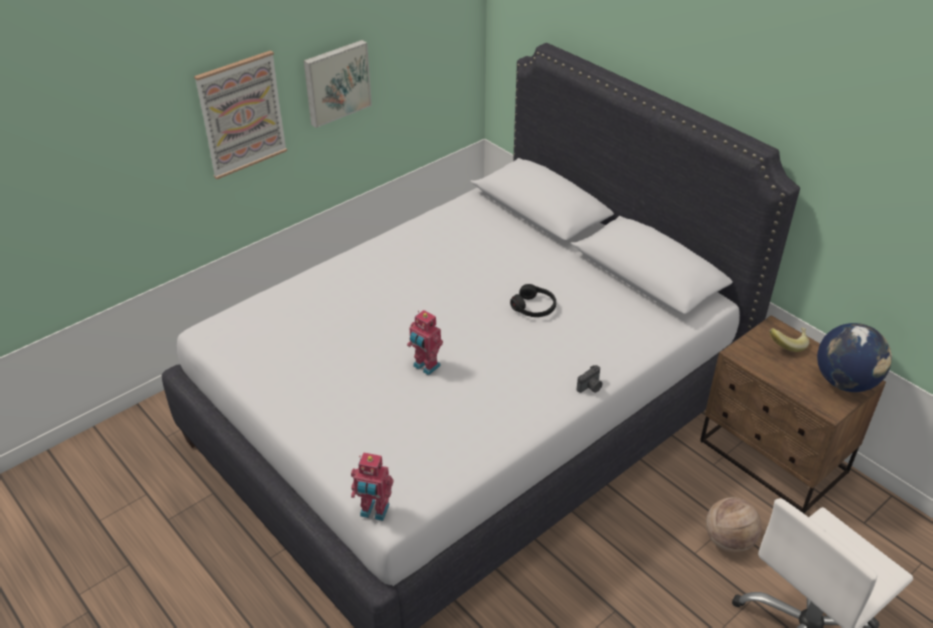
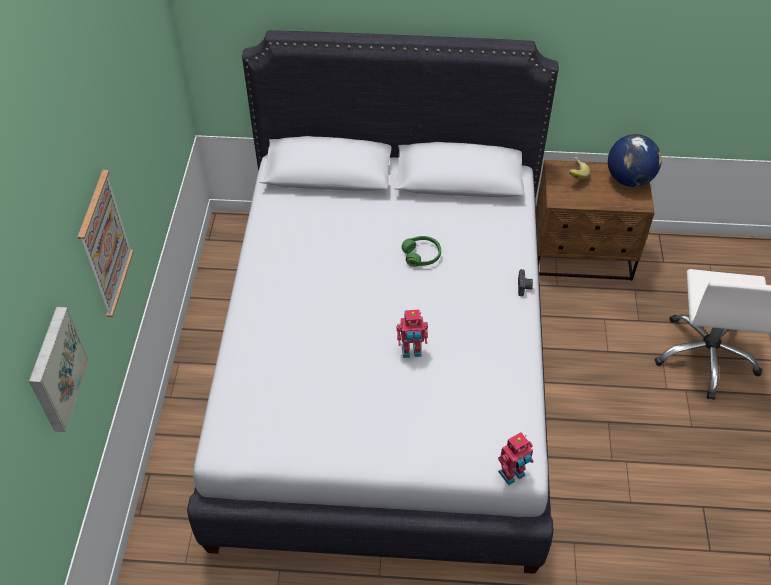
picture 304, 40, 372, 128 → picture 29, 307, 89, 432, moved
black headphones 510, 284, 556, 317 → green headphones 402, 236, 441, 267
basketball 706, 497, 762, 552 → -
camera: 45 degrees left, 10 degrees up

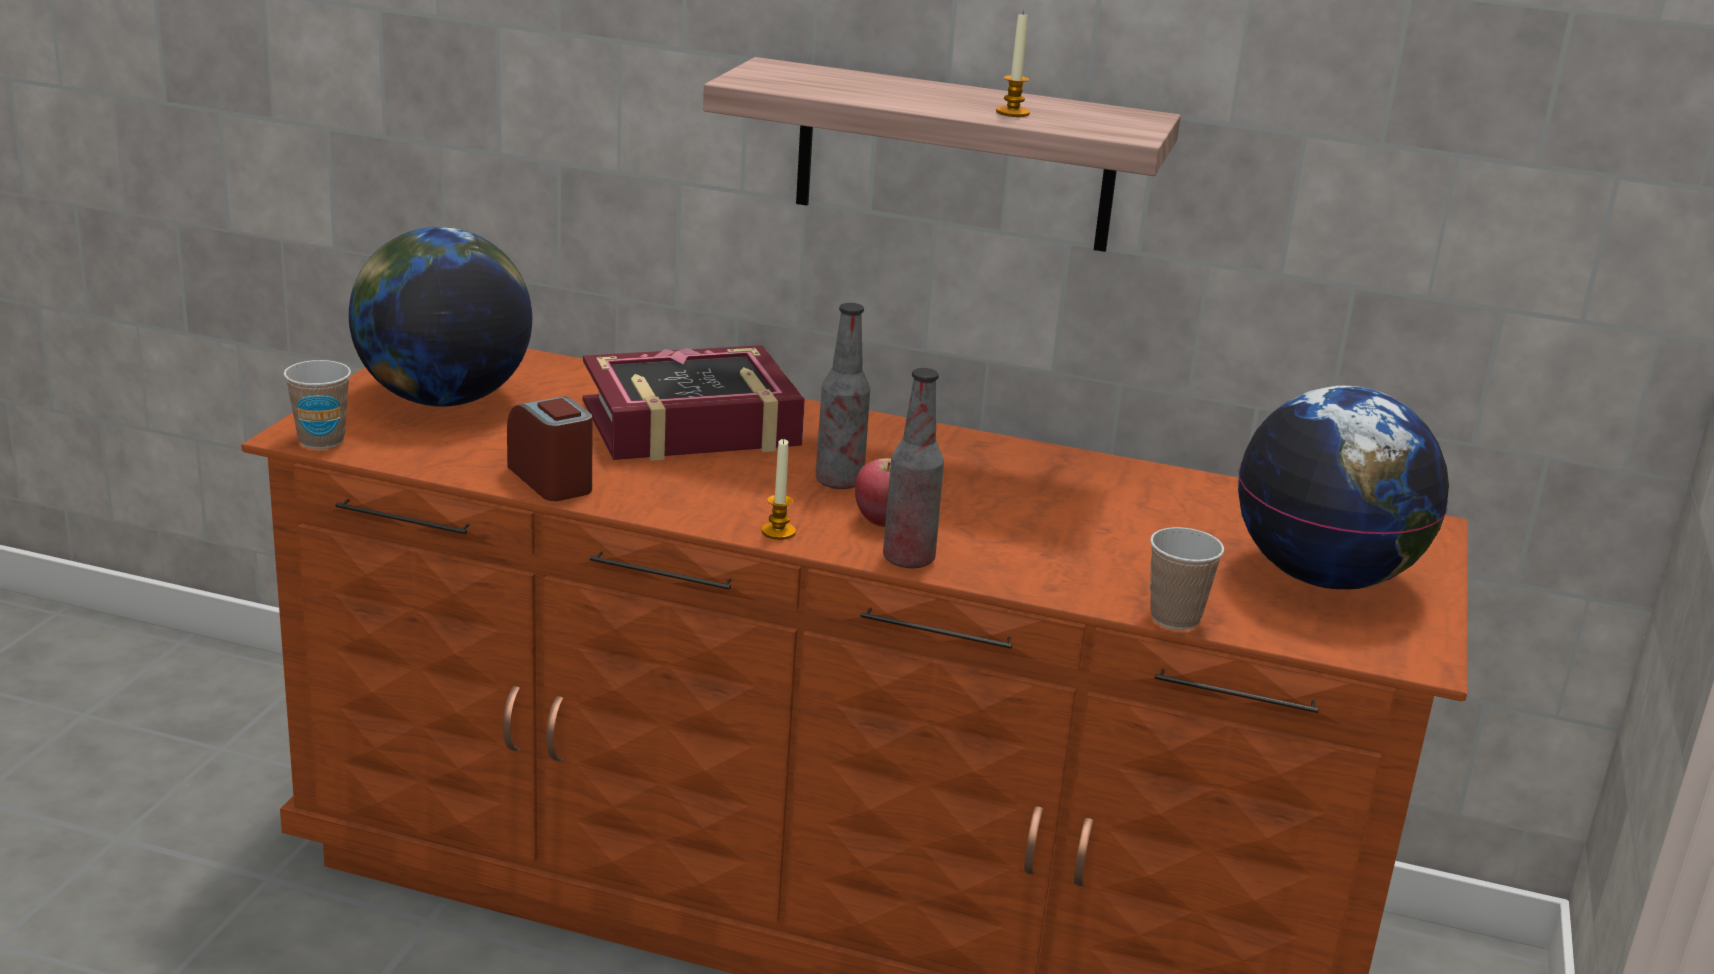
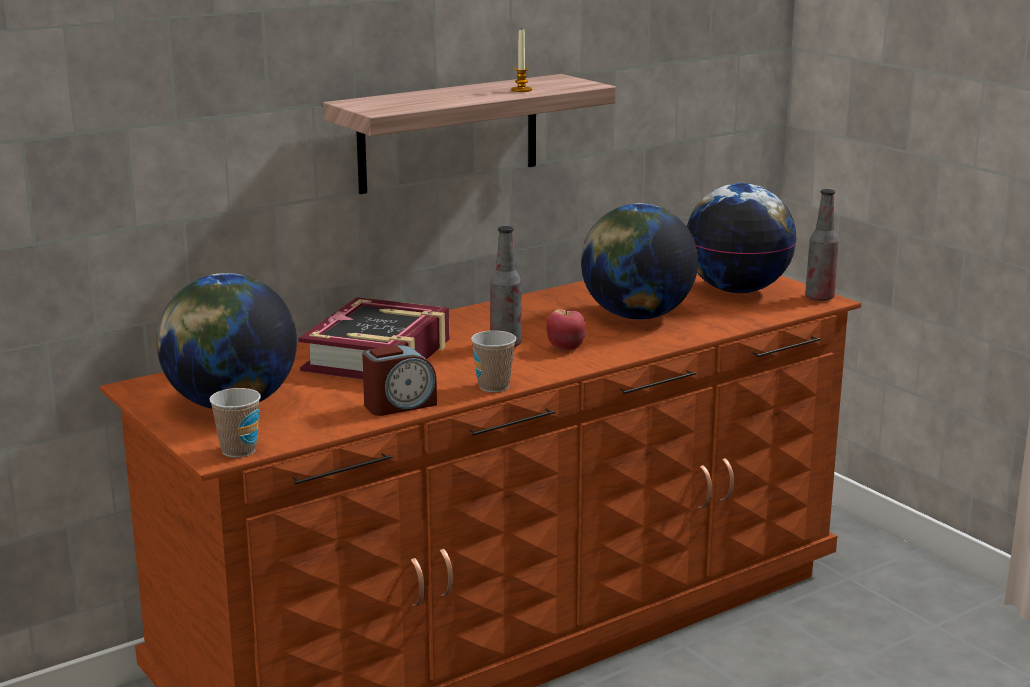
alarm clock 507, 396, 593, 501 → alarm clock 362, 345, 437, 416, 150 degrees clockwise
candle 761, 438, 796, 540 → -
bottle 883, 368, 944, 568 → bottle 805, 189, 839, 301, moved
cup 1150, 527, 1224, 630 → cup 471, 331, 516, 392, moved
- → globe 581, 203, 698, 320
camera: 50 degrees left, 5 degrees down

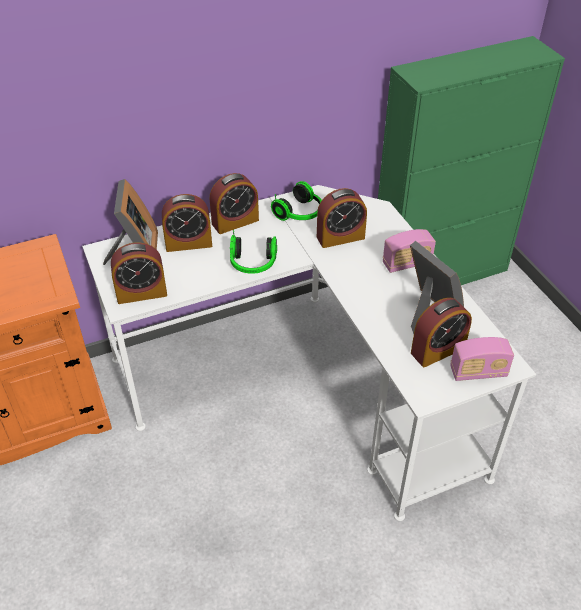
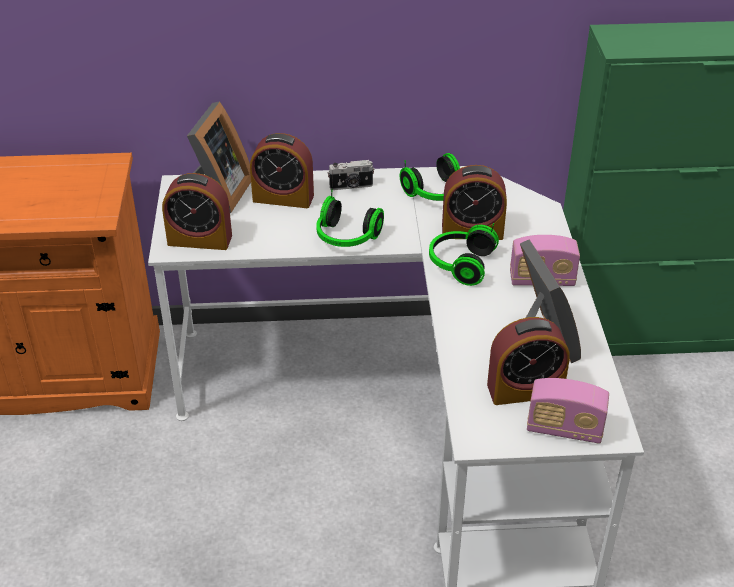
alarm clock 210, 173, 259, 234 → photo camera 328, 160, 375, 190
- → headphones 429, 223, 499, 286
camera: 20 degrees right, 5 degrees down

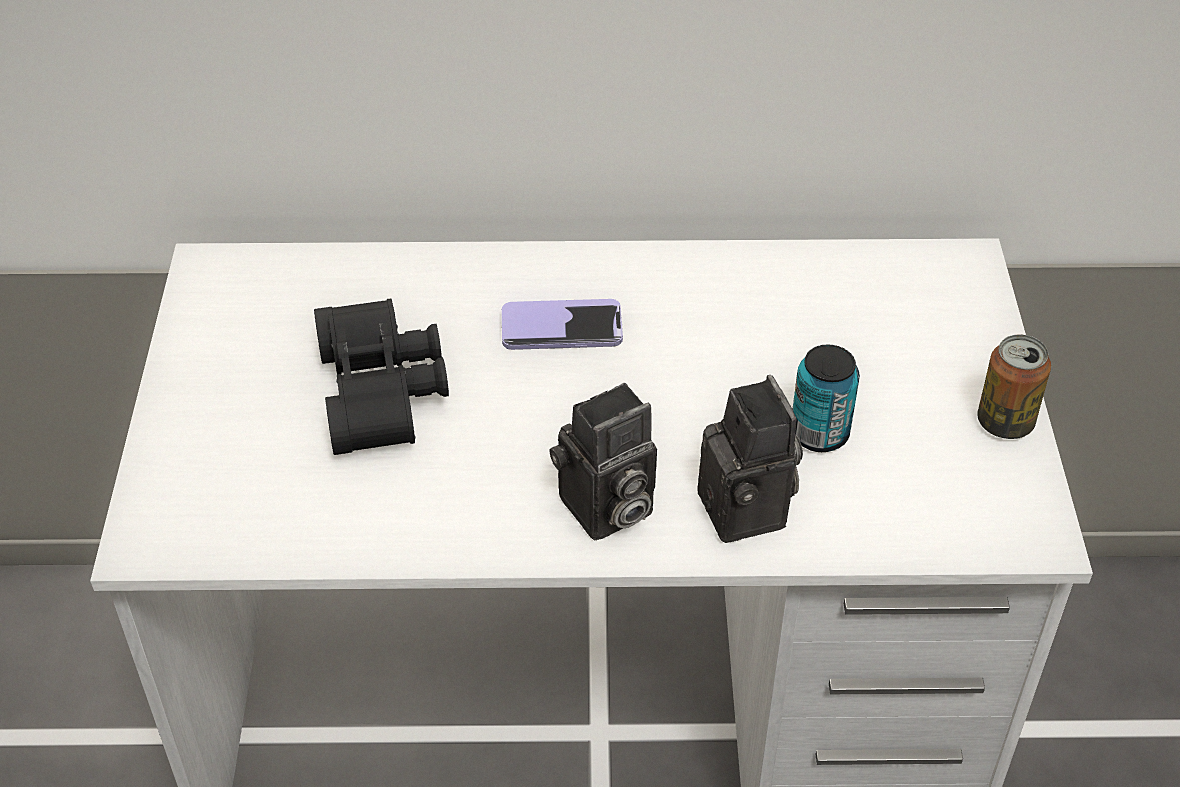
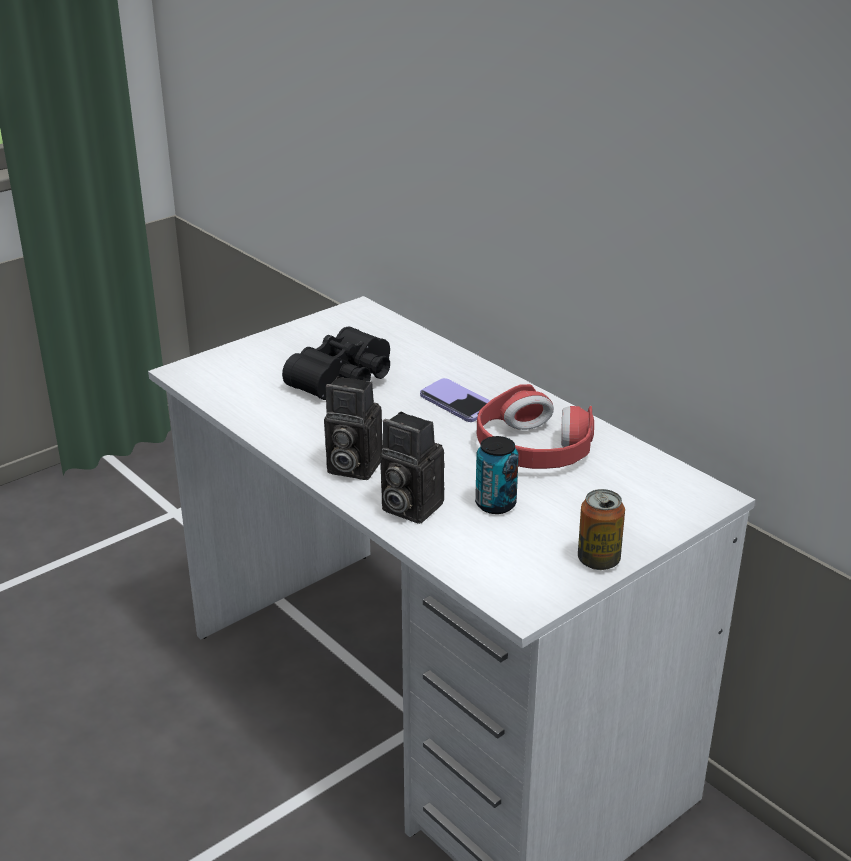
photo camera 697, 375, 803, 543 → photo camera 380, 412, 445, 524, 90 degrees clockwise
- → red headphones 477, 384, 594, 469
camera: 50 degrees right, 15 degrees down

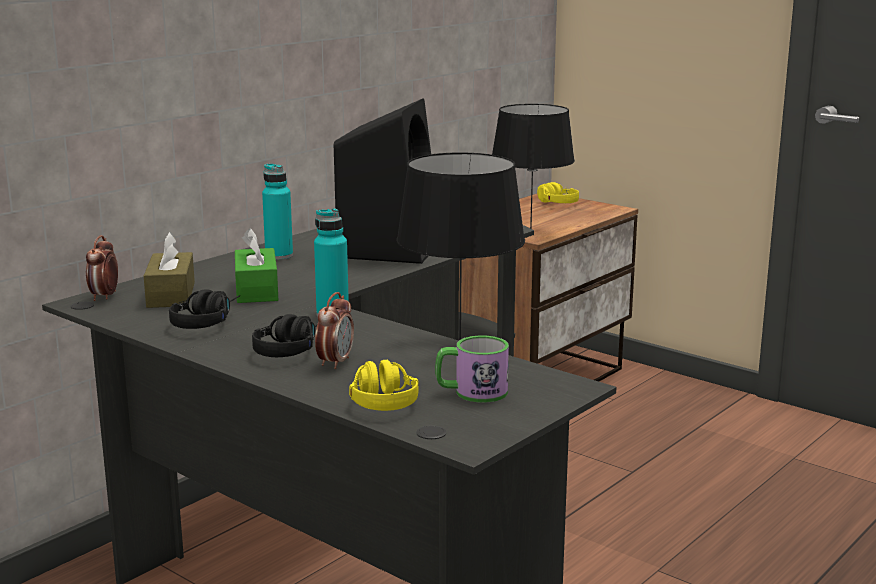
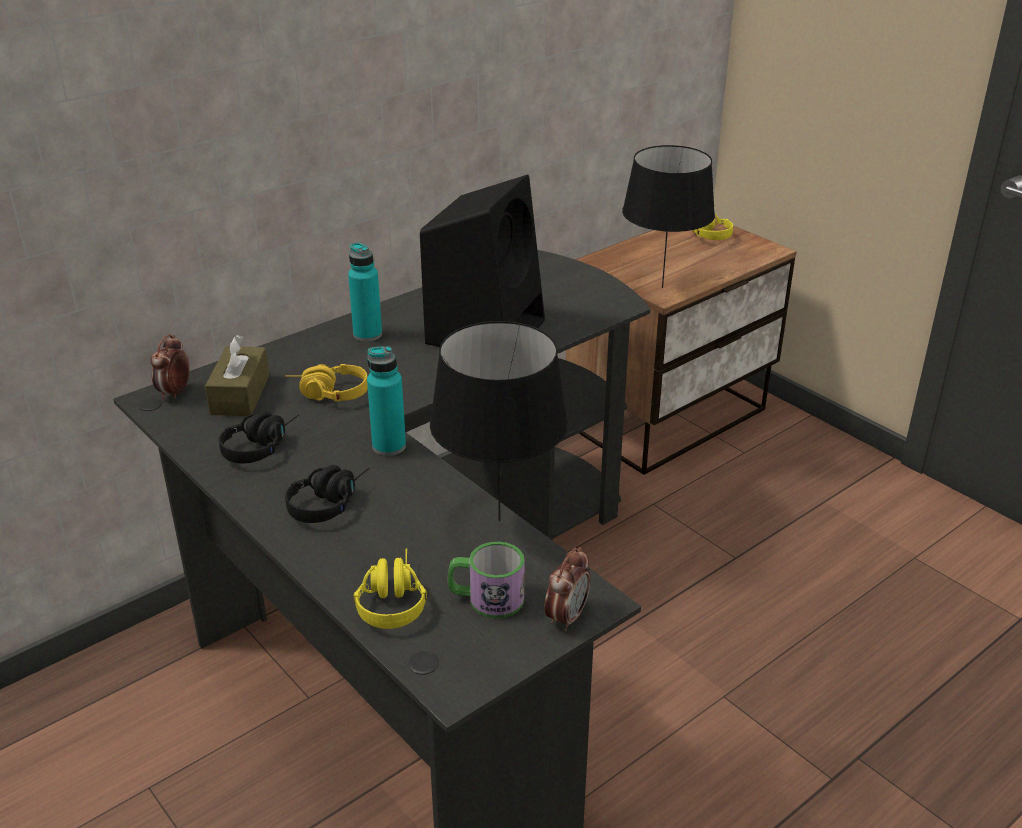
green tissue box 235, 228, 278, 303 → yellow headphones 285, 364, 368, 402
alarm clock 315, 292, 354, 369 → alarm clock 544, 547, 591, 632, moved
camera: 10 degrees right, 15 degrees up

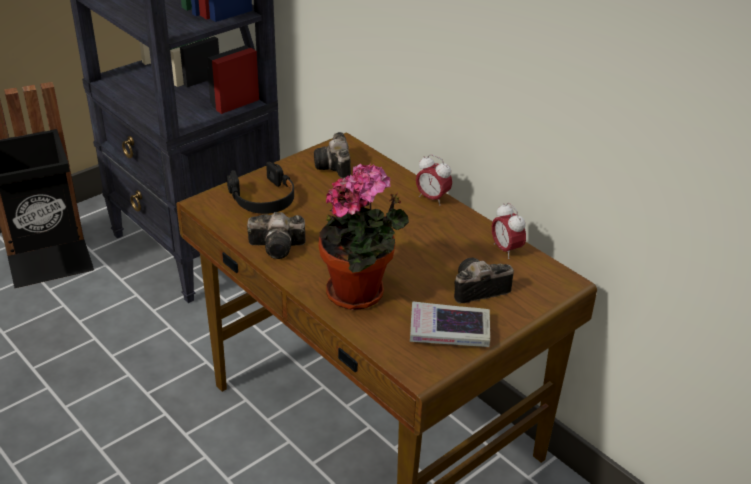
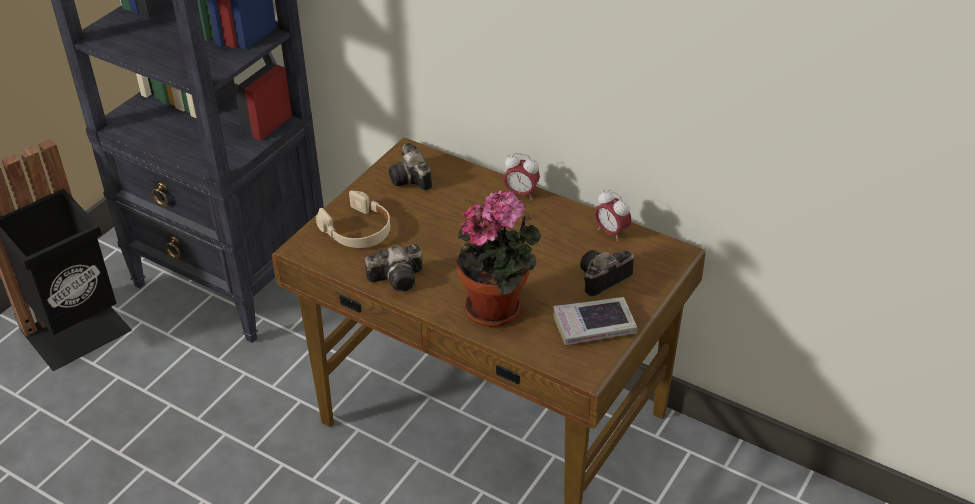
black headphones 227, 162, 294, 214 → beige headphones 316, 190, 390, 248
camera: 15 degrees left, 5 degrees up

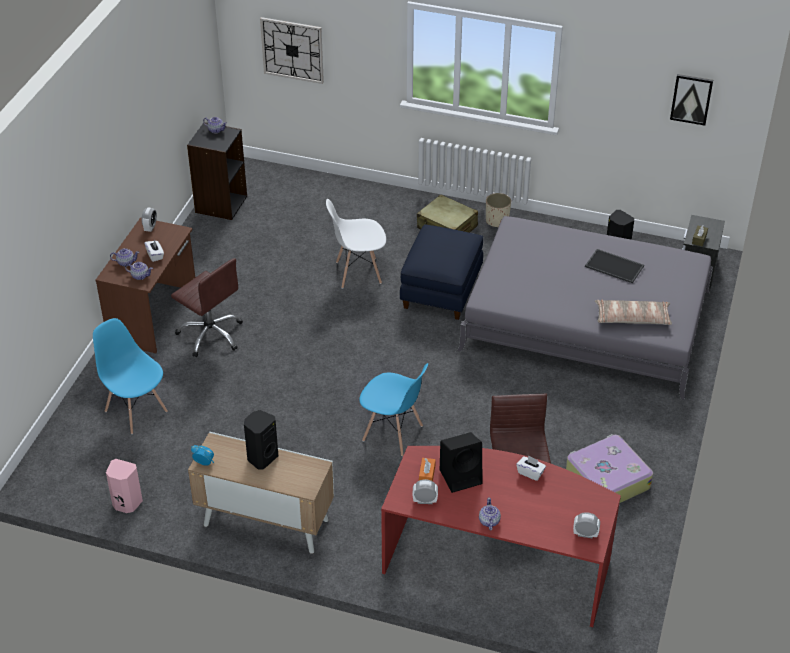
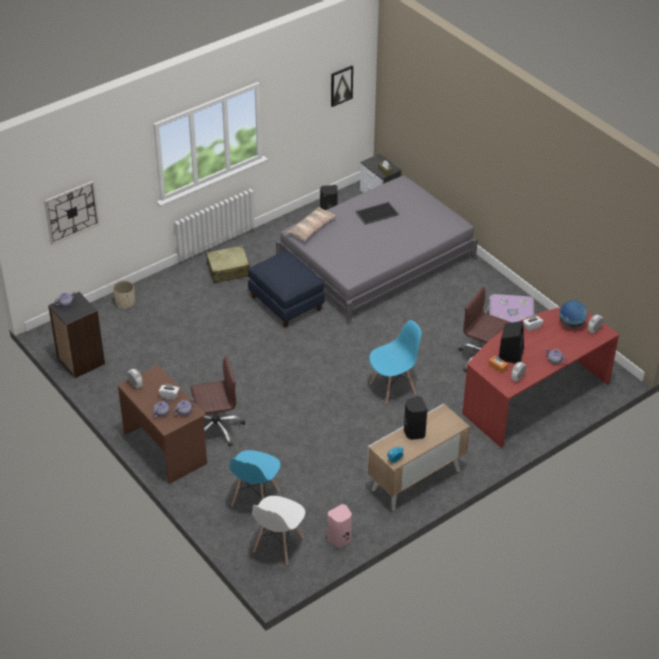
blue chair 93, 318, 168, 434 → blue chair 229, 450, 281, 506, 60 degrees counterclockwise
white chair 326, 199, 386, 289 → white chair 252, 496, 305, 565, moved
beige planter 486, 193, 511, 227 → beige planter 113, 281, 135, 309, moved
pillow 595, 300, 672, 325 → pillow 286, 207, 336, 241, moved
- → globe 559, 300, 587, 328
camera: 55 degrees left, 0 degrees up

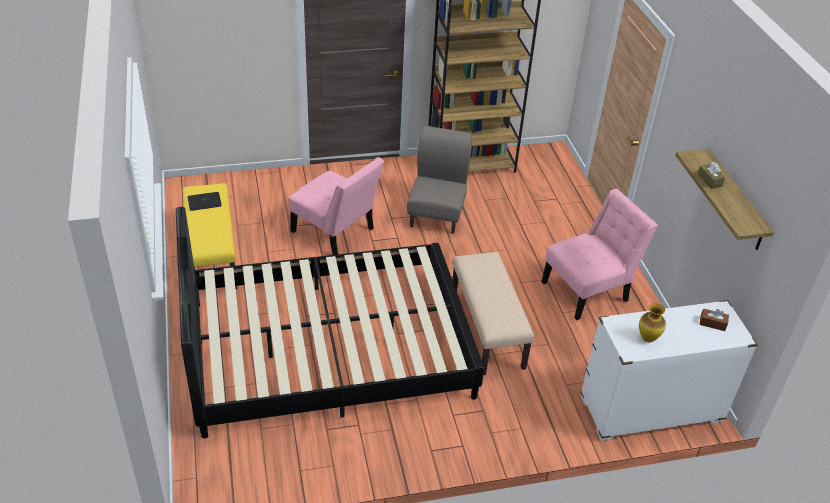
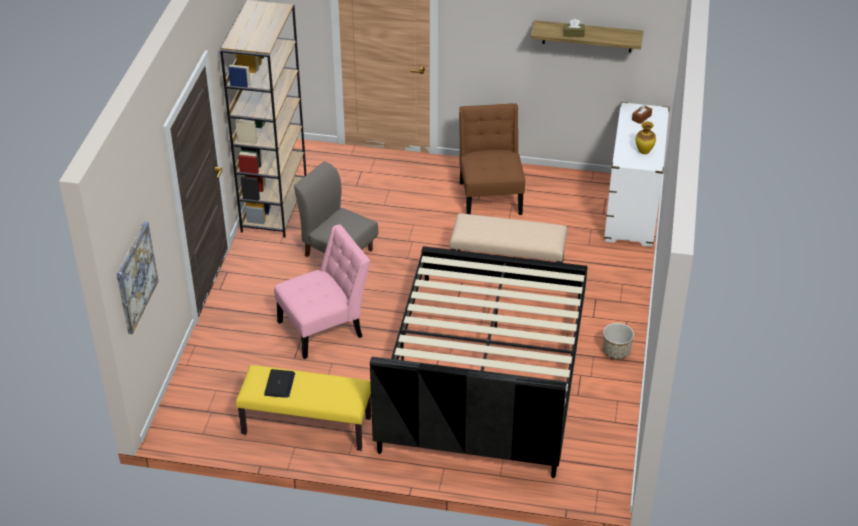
pink chair 541, 189, 658, 320 → brown chair 459, 103, 525, 215
- → picture 116, 221, 158, 334
- → planter 603, 323, 634, 359
camera: 65 degrees left, 0 degrees up

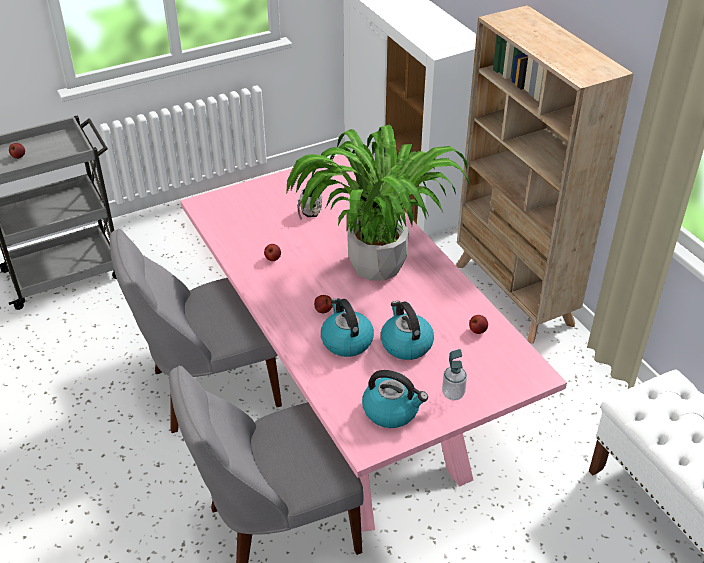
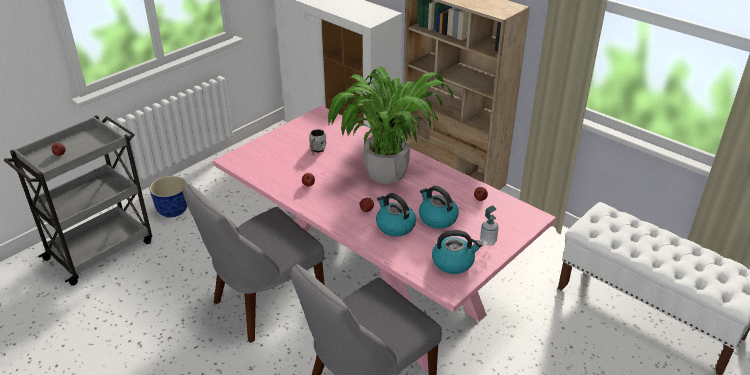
- → planter 149, 176, 187, 217
camera: 20 degrees left, 5 degrees down

